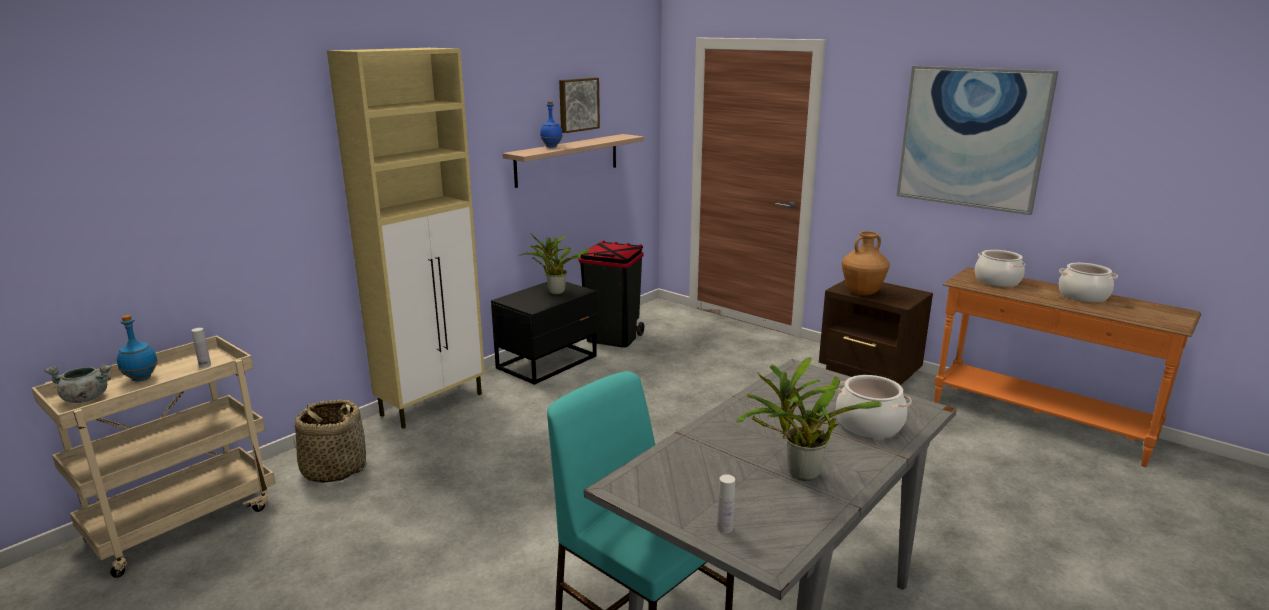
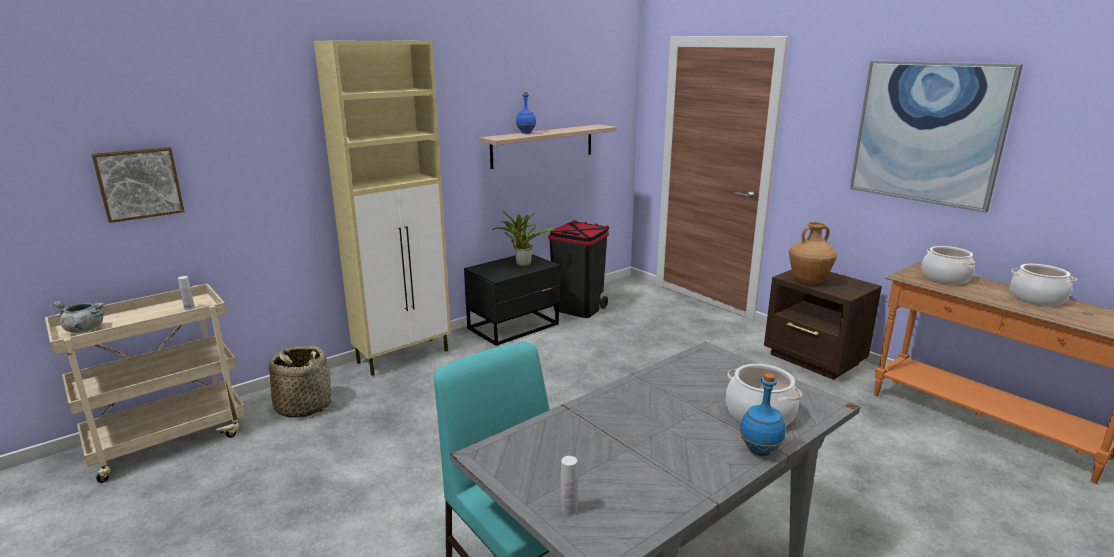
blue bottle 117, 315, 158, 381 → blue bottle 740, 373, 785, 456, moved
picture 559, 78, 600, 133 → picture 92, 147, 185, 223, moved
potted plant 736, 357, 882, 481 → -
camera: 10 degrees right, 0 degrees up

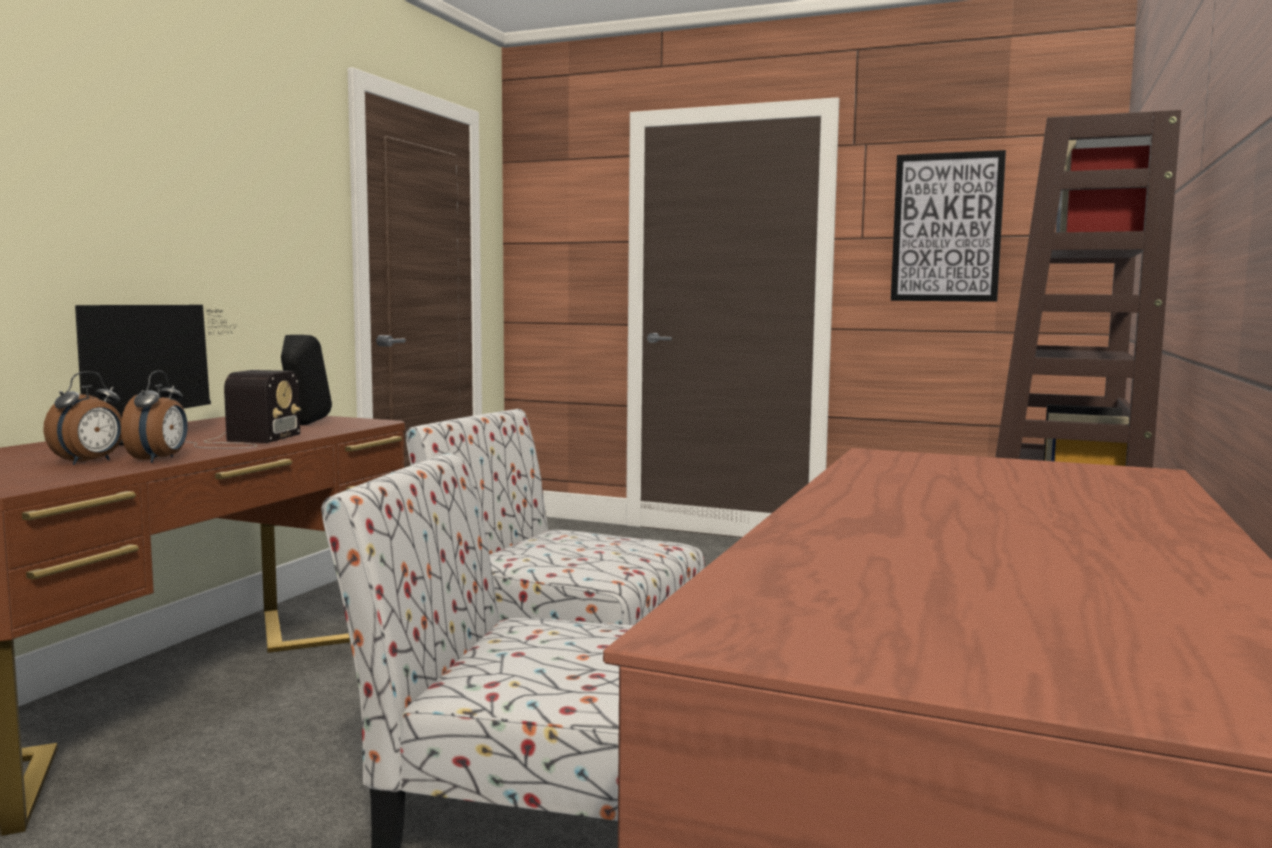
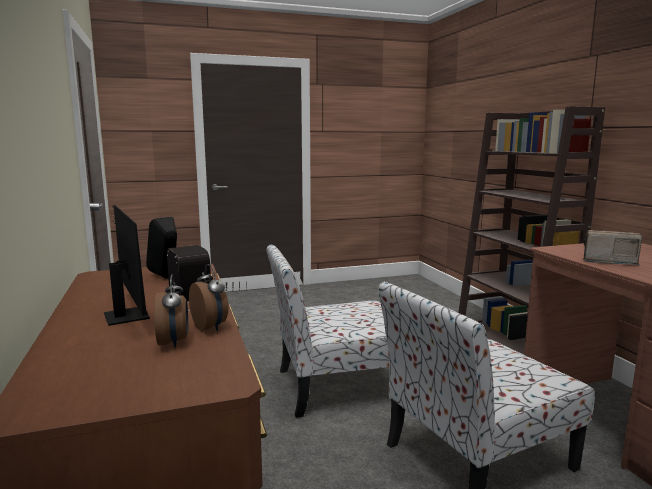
picture 891, 150, 1006, 302 → -
- → radio 583, 230, 642, 265
camera: 40 degrees left, 5 degrees up

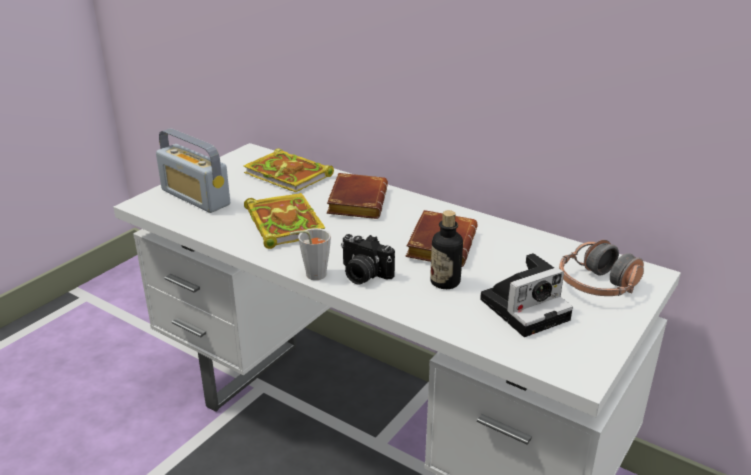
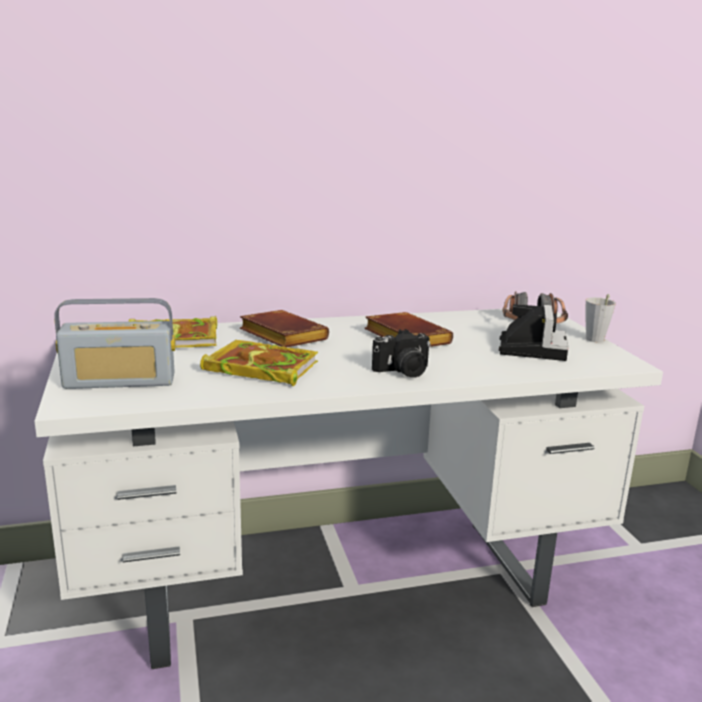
grey cup 290, 228, 331, 280 → grey cup 585, 294, 616, 342, moved
bottle 430, 210, 463, 289 → -
camera: 50 degrees left, 10 degrees down

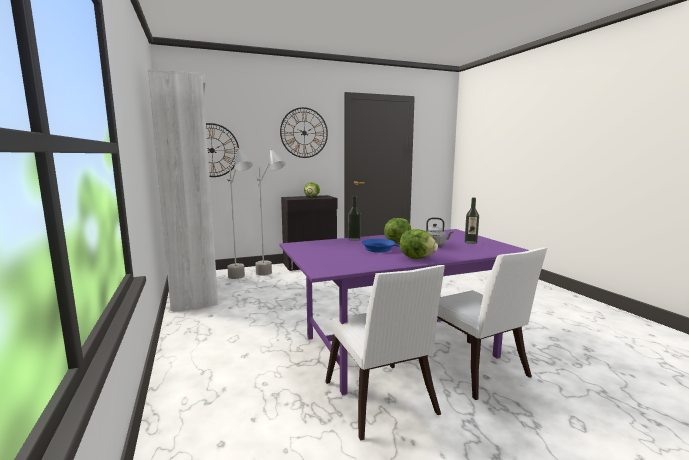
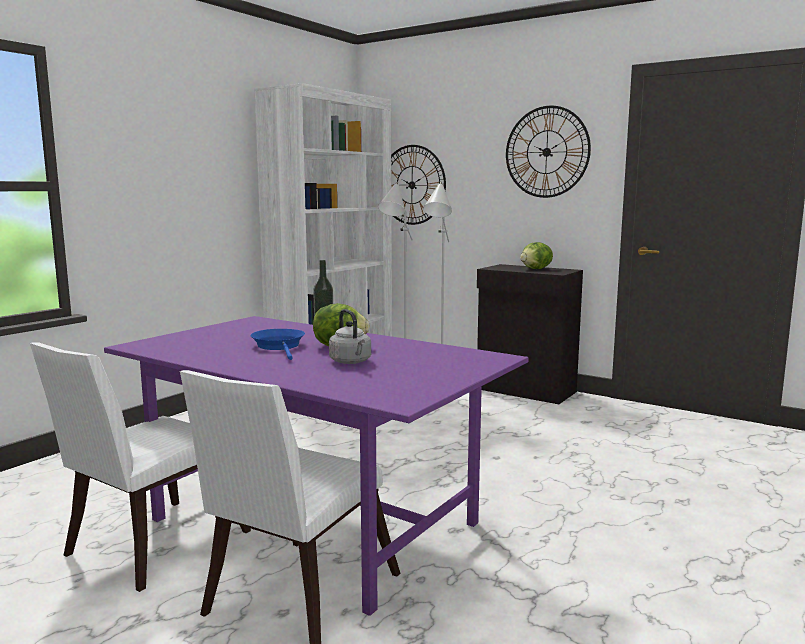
lettuce 400, 229, 438, 259 → -
bottle 465, 197, 479, 244 → -
camera: 55 degrees right, 0 degrees up

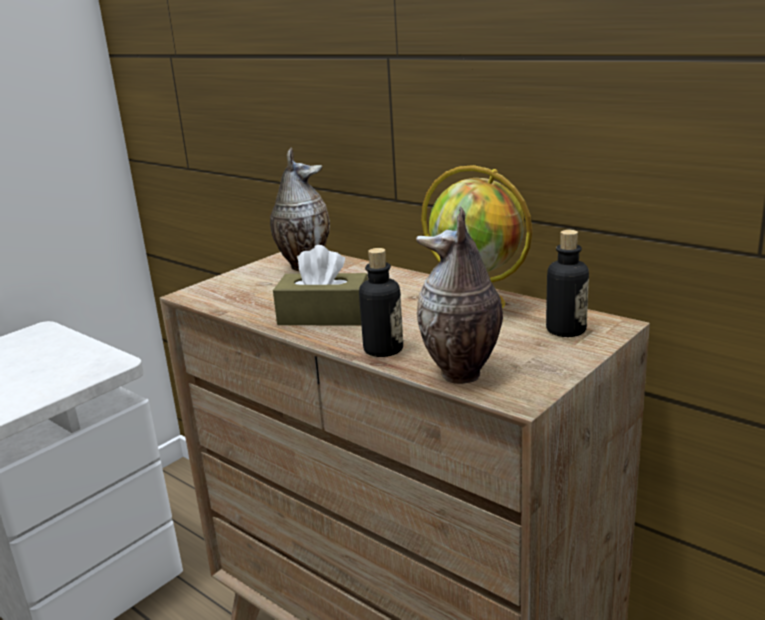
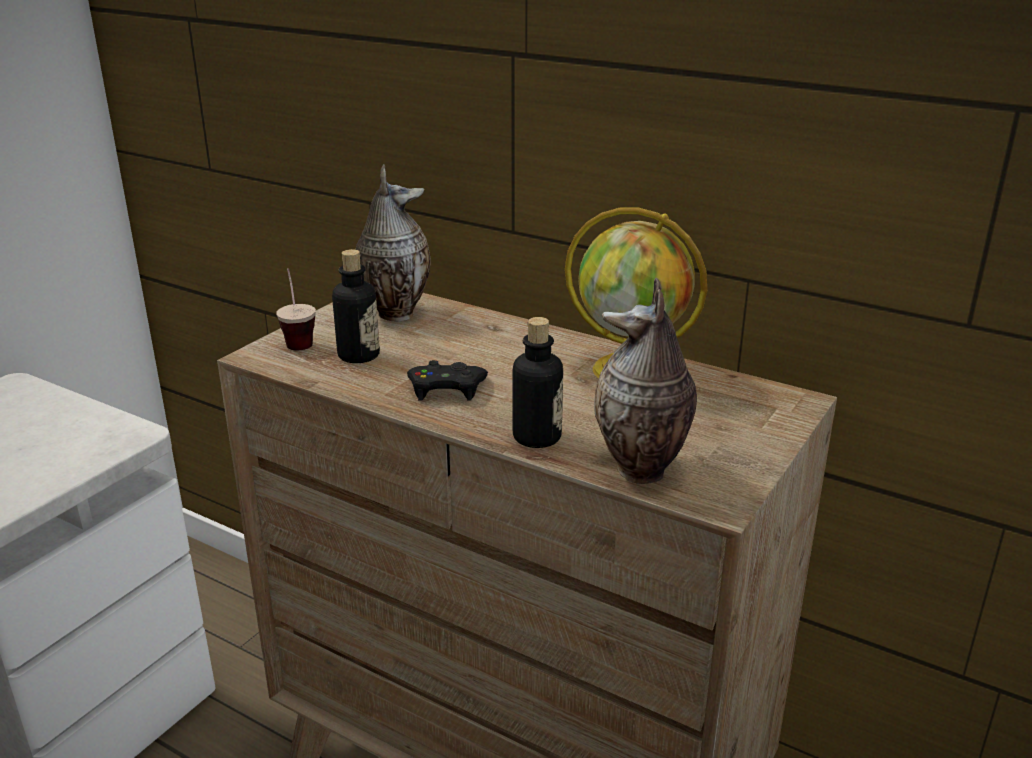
brown tissue box 273, 245, 368, 325 → black game controller 407, 360, 488, 401
bottle 546, 230, 589, 337 → bottle 332, 249, 380, 363, moved
- → cup 276, 268, 316, 350
camera: 10 degrees left, 5 degrees up

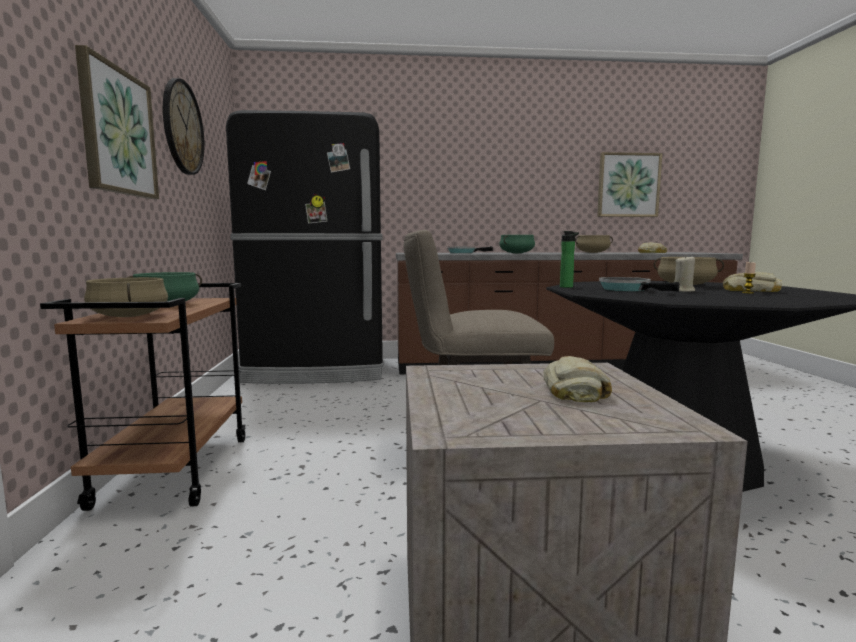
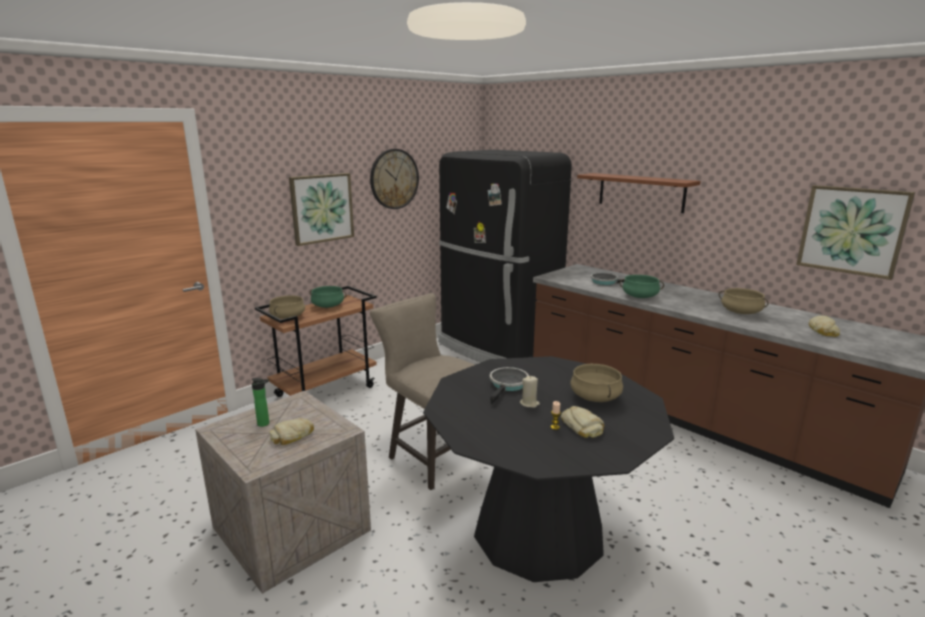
bottle 560, 231, 579, 288 → bottle 252, 378, 269, 427, moved
- → brown shelf 577, 173, 700, 213
camera: 50 degrees right, 10 degrees up

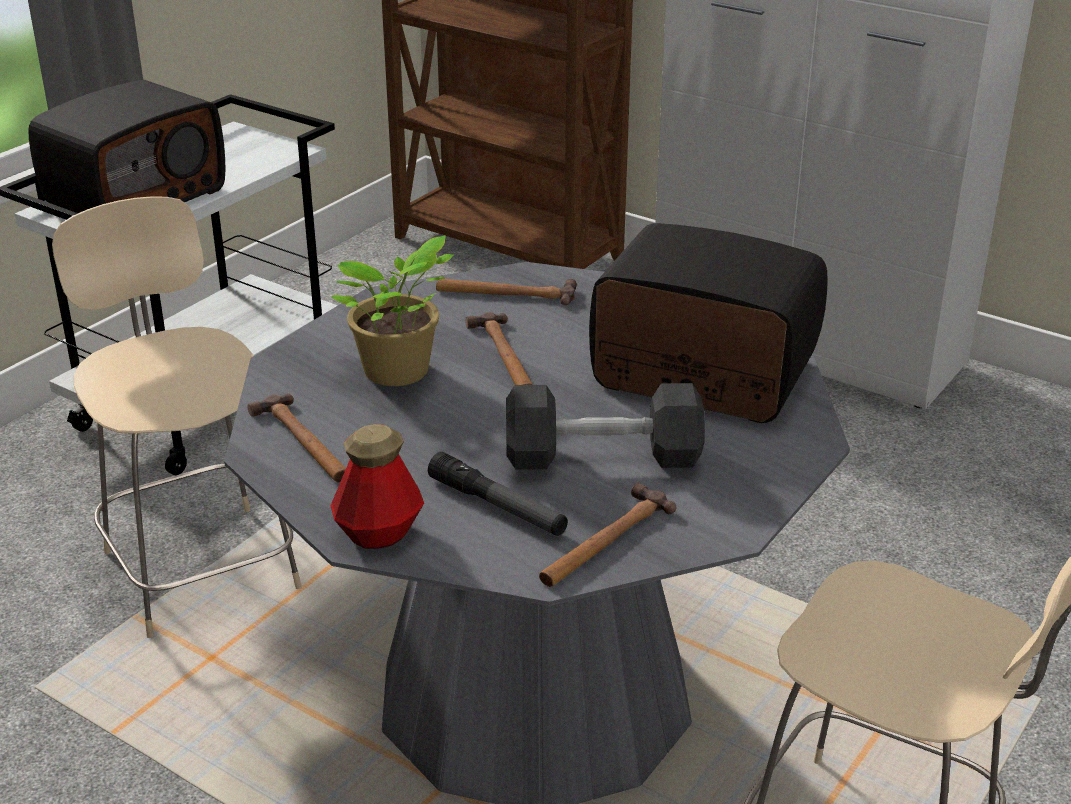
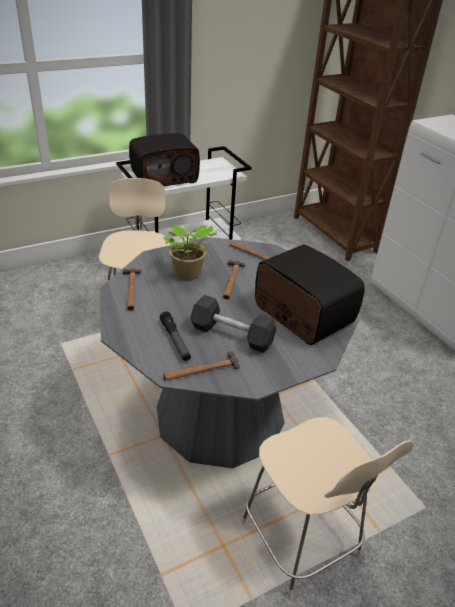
bottle 331, 424, 424, 549 → -
camera: 25 degrees right, 5 degrees up

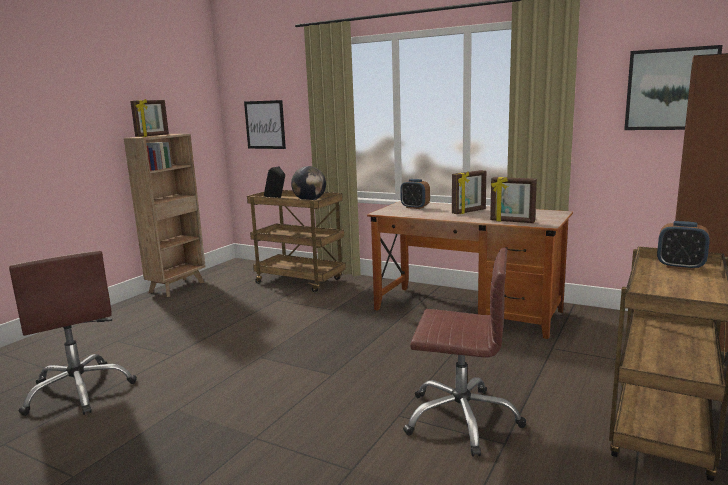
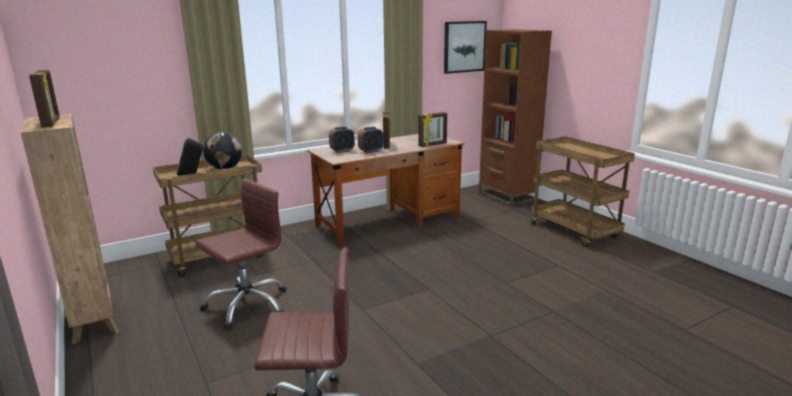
picture 244, 100, 286, 149 → -
brown office chair 403, 248, 526, 457 → brown office chair 196, 178, 286, 330, moved
alarm clock 657, 221, 710, 270 → alarm clock 358, 127, 383, 153, moved
camera: 60 degrees left, 5 degrees up

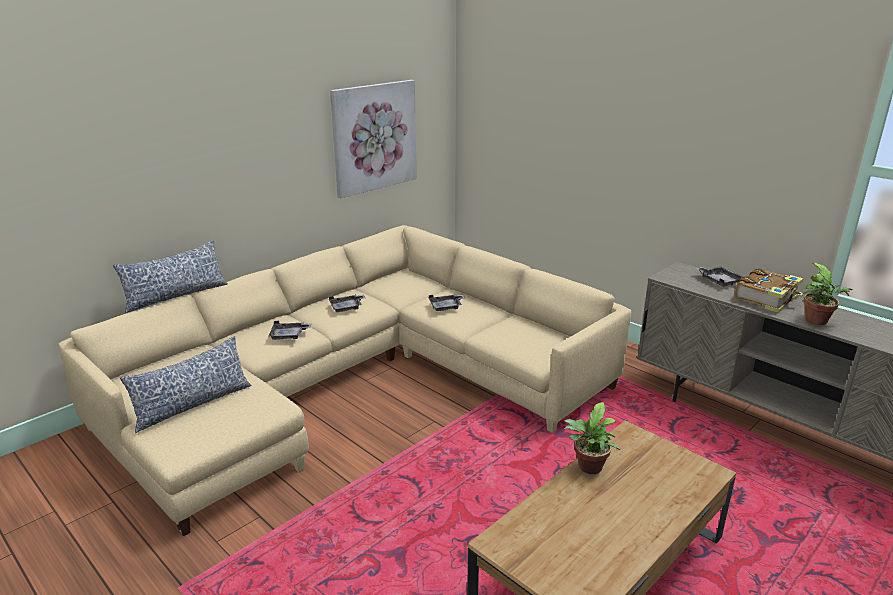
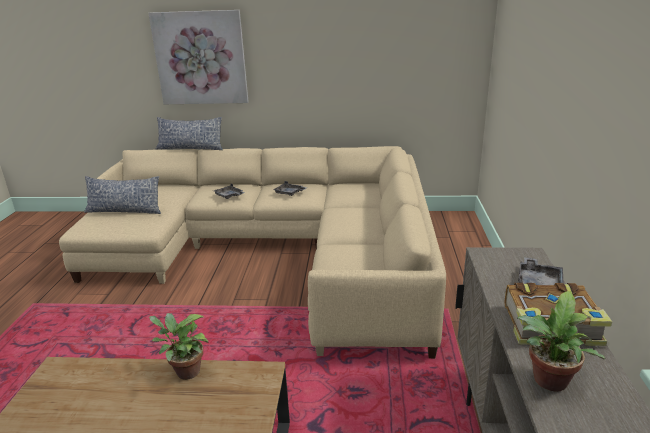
picture 330, 80, 417, 198 → picture 149, 10, 249, 104, moved
grey tray 429, 294, 465, 311 → -
camera: 50 degrees right, 0 degrees up

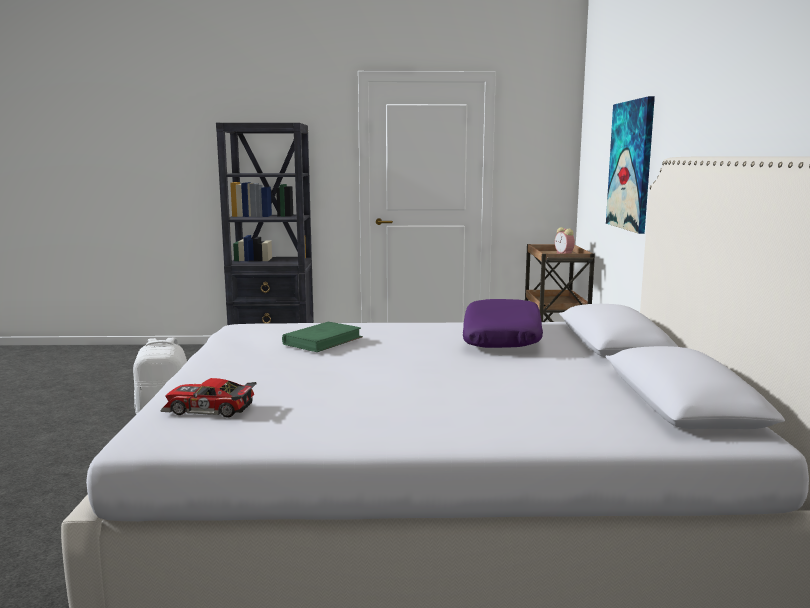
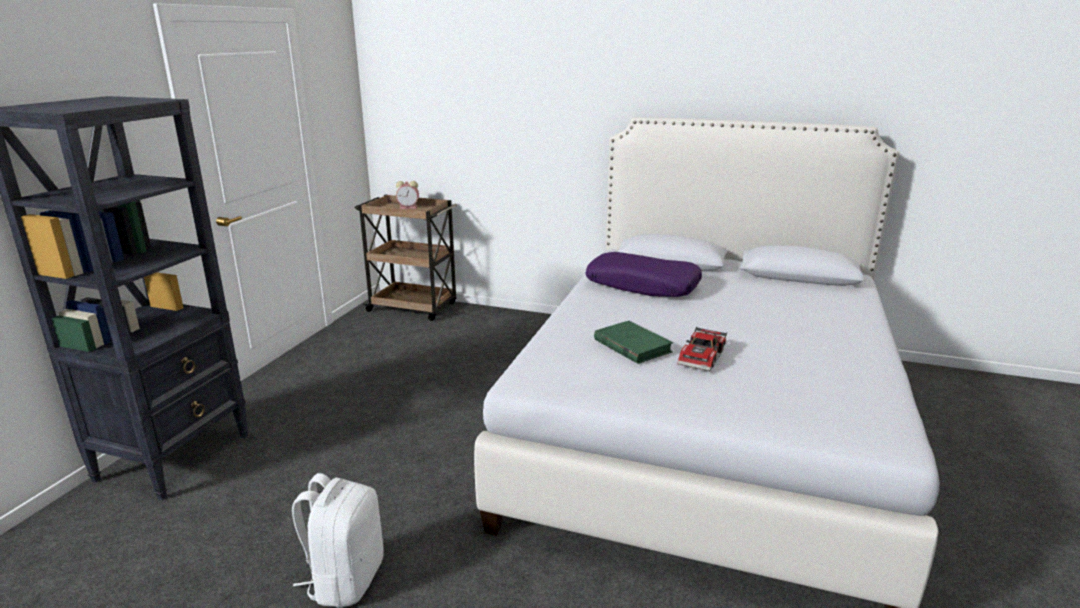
toy car 160, 378, 257, 418 → toy car 677, 327, 727, 371, moved
picture 606, 96, 655, 234 → -
camera: 70 degrees left, 10 degrees up

